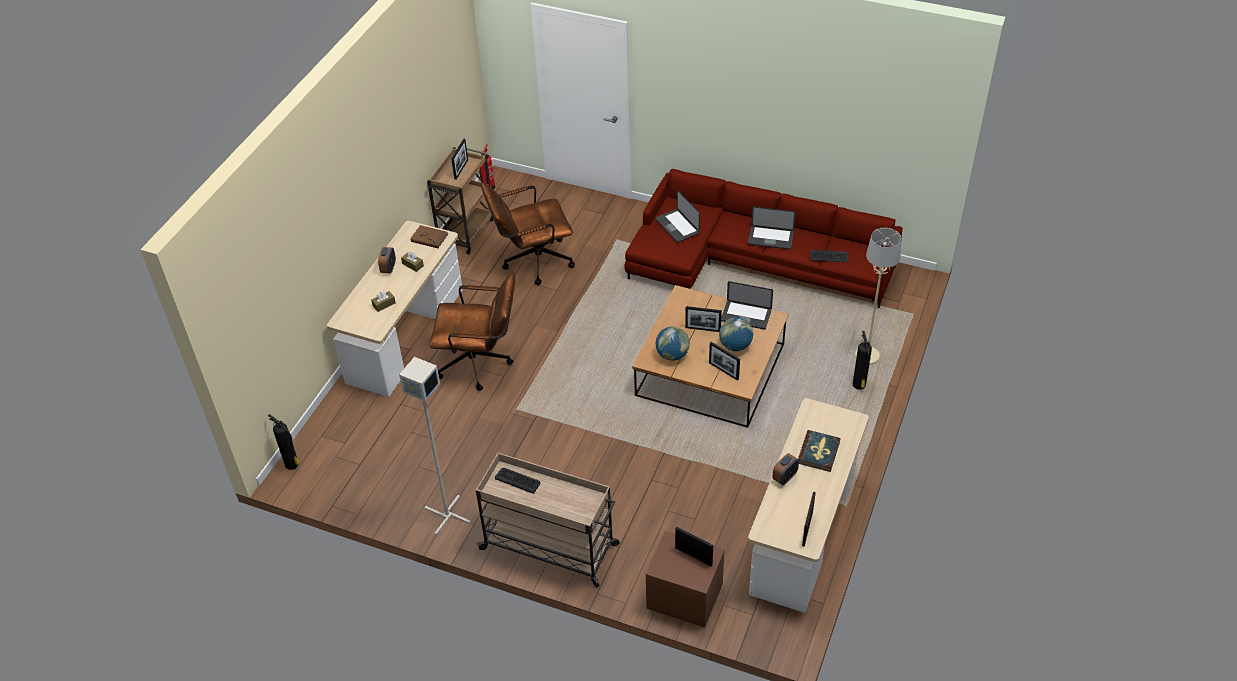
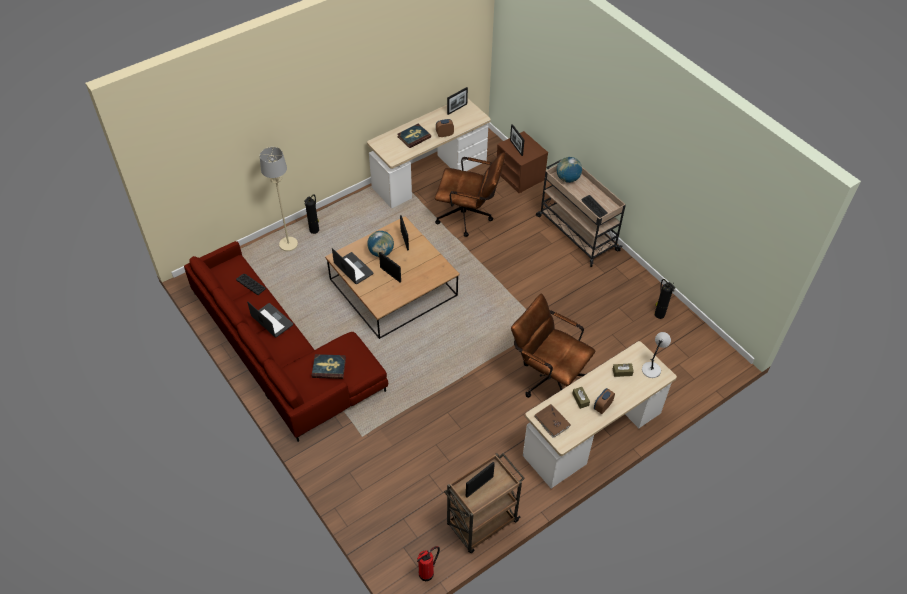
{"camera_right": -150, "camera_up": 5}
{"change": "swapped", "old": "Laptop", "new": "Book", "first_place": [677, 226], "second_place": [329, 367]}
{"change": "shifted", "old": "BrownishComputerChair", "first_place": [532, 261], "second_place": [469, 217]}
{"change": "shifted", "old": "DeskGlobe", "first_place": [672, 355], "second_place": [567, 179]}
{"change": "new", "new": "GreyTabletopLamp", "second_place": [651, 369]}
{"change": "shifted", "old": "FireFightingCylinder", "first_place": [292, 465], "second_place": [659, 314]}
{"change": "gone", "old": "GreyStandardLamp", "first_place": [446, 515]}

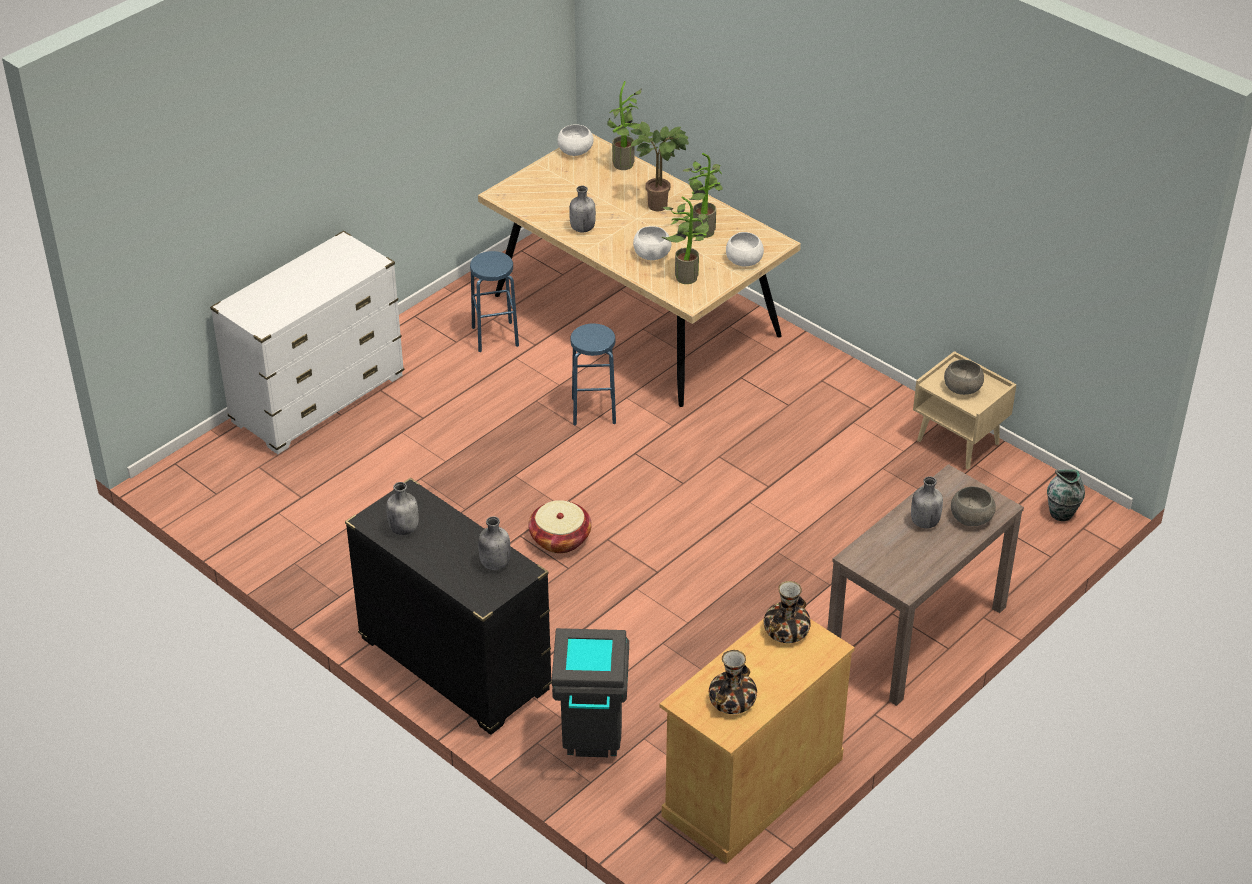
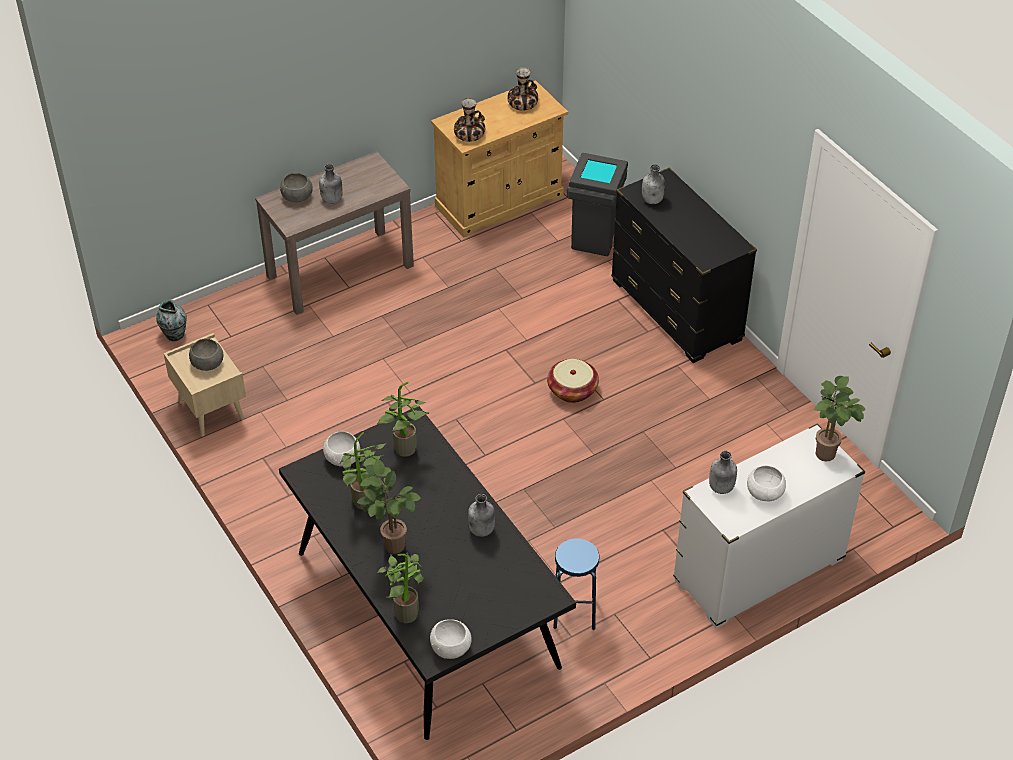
{"camera_right": -165, "camera_up": 5}
{"change": "repainted", "old": "BeigeColouredDinnerTable", "new": "BlackDinnerTable", "first_place": [635, 315], "second_place": [428, 609]}
{"change": "shifted", "old": "GreyBottle", "first_place": [404, 528], "second_place": [721, 488]}
{"change": "shifted", "old": "WhiteDeepDish", "first_place": [651, 254], "second_place": [765, 492]}
{"change": "new", "new": "Houseplant", "second_place": [827, 456]}
{"change": "gone", "old": "BluishStool", "first_place": [593, 411]}

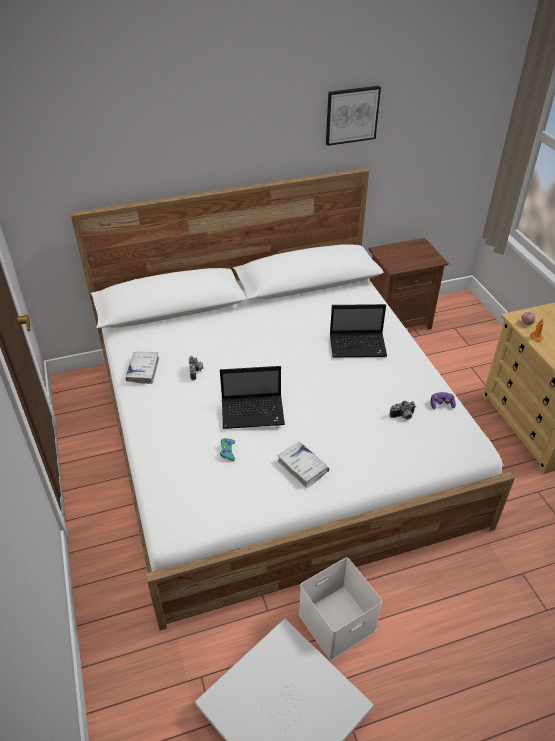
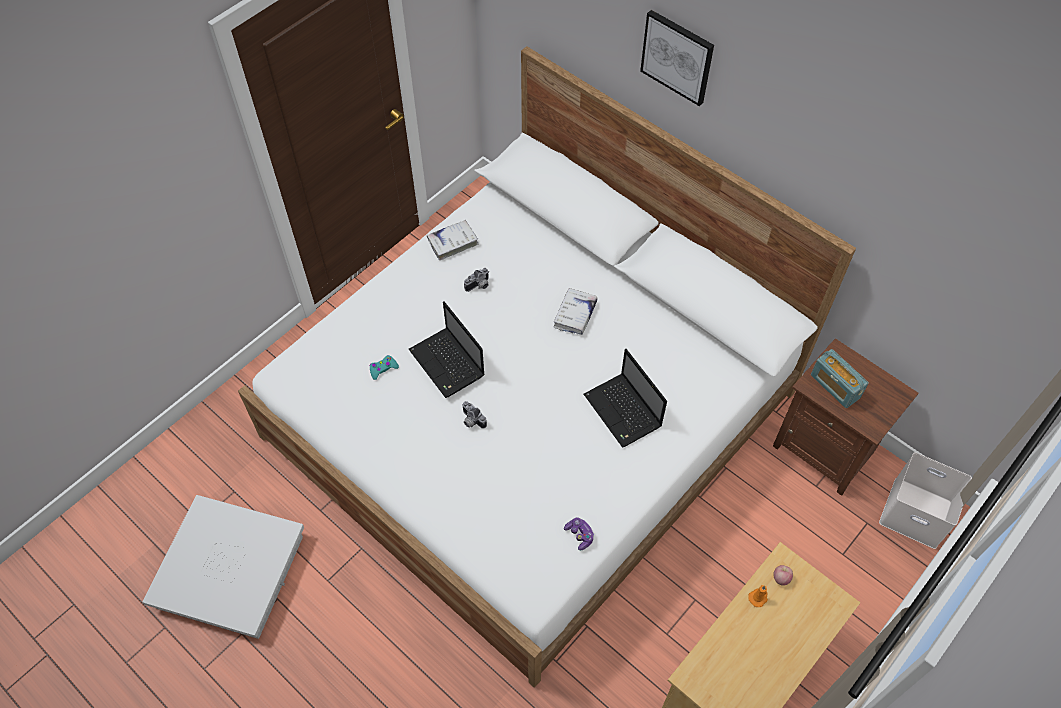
{"camera_right": 60, "camera_up": 15}
{"change": "shifted", "old": "StillCamera", "first_place": [403, 416], "second_place": [471, 421]}
{"change": "shifted", "old": "WhiteBook", "first_place": [303, 467], "second_place": [575, 315]}
{"change": "shifted", "old": "WallArt", "first_place": [351, 115], "second_place": [677, 57]}
{"change": "new", "new": "RadioSet", "second_place": [835, 386]}
{"change": "shifted", "old": "WhiteStorageContainer", "first_place": [336, 623], "second_place": [913, 513]}

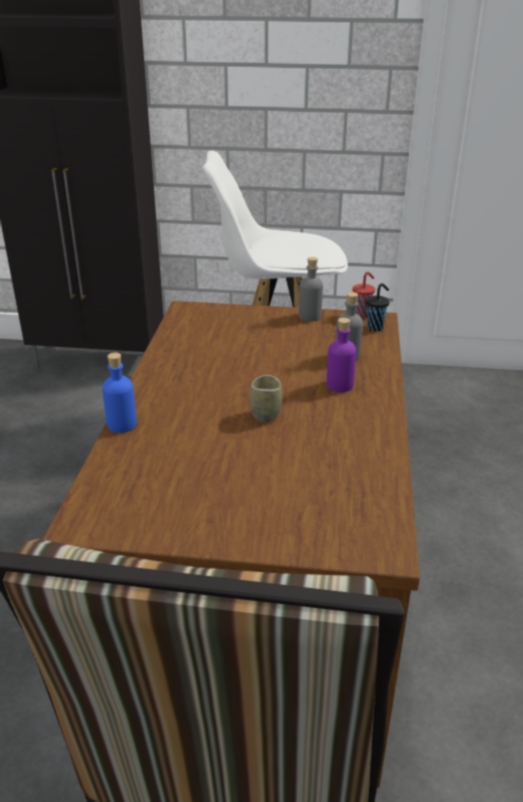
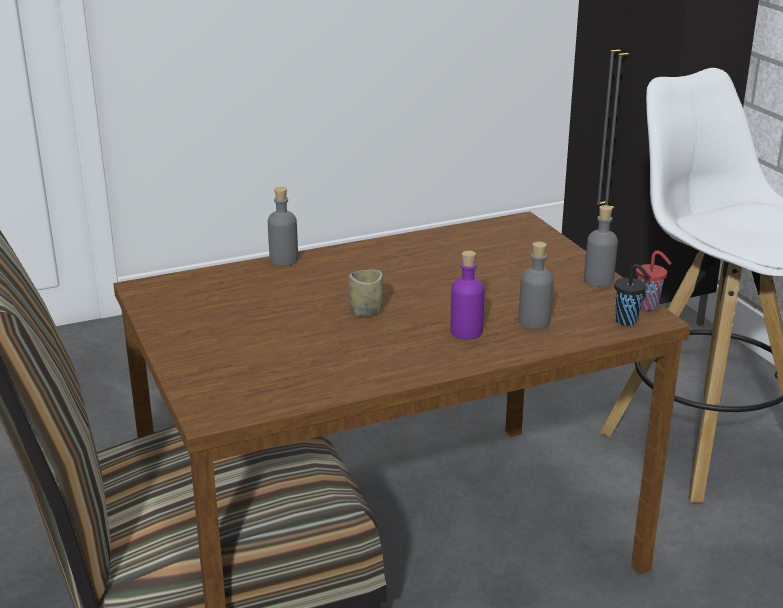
{"camera_right": 60, "camera_up": -5}
{"change": "repainted", "old": "BluishBottle", "new": "GreyBottle", "first_place": [122, 424], "second_place": [284, 260]}

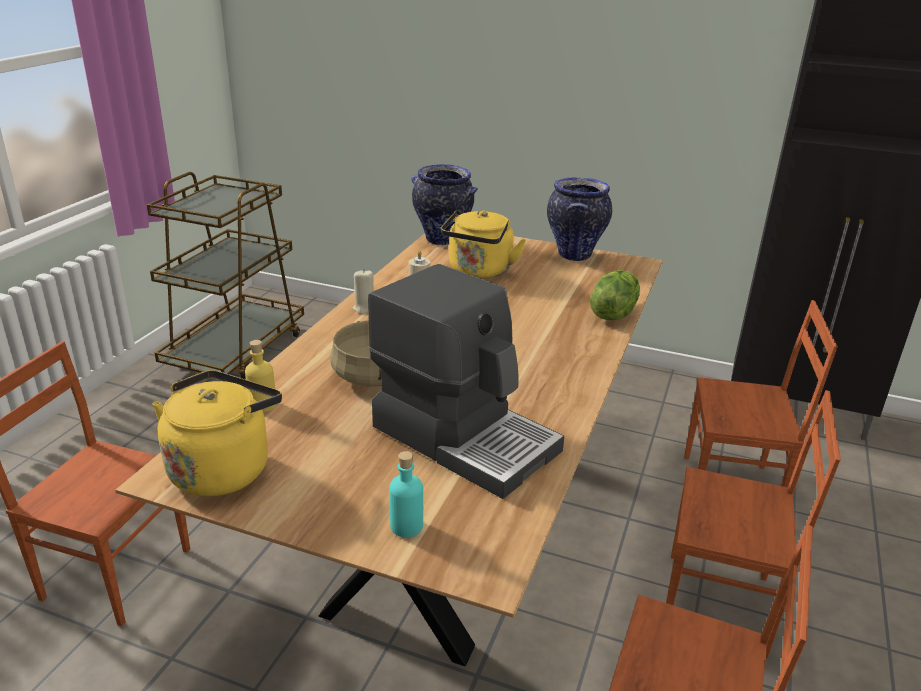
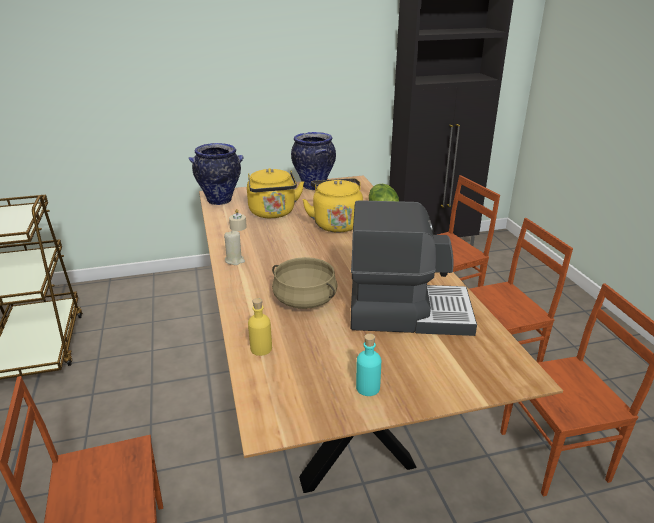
{"camera_right": -35, "camera_up": 0}
{"change": "shifted", "old": "YellowWaterKettle", "first_place": [223, 468], "second_place": [336, 223]}
{"change": "shifted", "old": "BlueGreenBottle", "first_place": [406, 526], "second_place": [367, 388]}

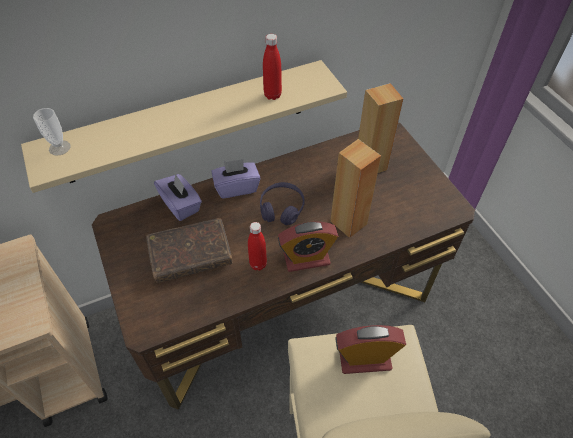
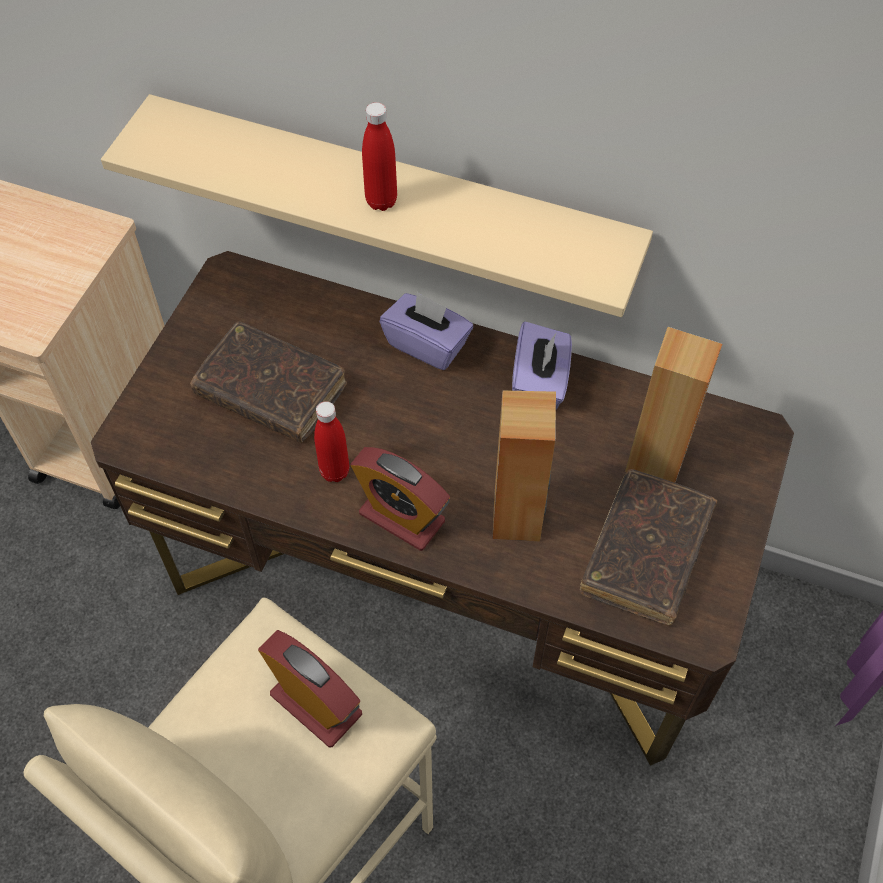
{"camera_right": 45, "camera_up": 5}
{"change": "shifted", "old": "RedBottle", "first_place": [272, 95], "second_place": [381, 201]}
{"change": "shifted", "old": "PurpleTissueBox", "first_place": [181, 205], "second_place": [540, 383]}
{"change": "new", "new": "BrownishBook", "second_place": [646, 554]}
{"change": "gone", "old": "SmallCup", "first_place": [59, 148]}
{"change": "gone", "old": "PurplePairOfHeadphones", "first_place": [282, 208]}

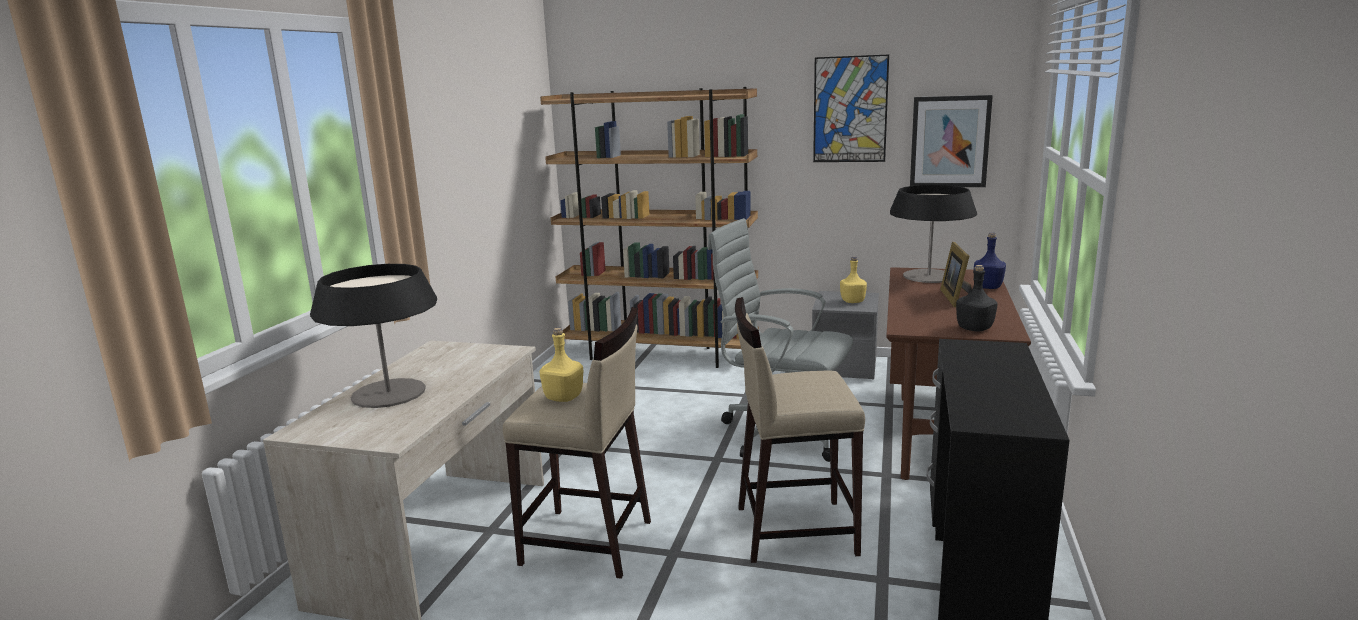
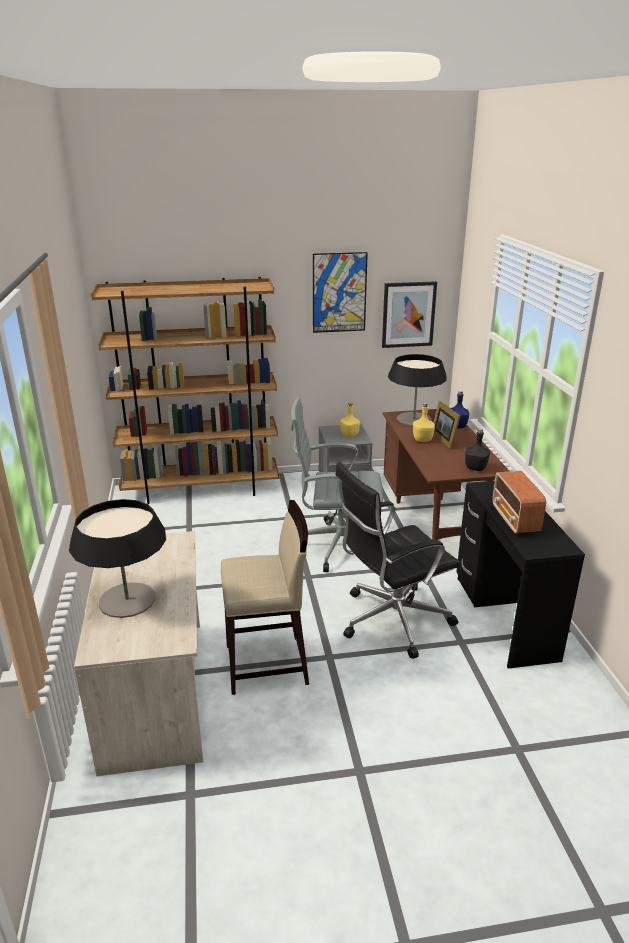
{"camera_right": -25, "camera_up": 10}
{"change": "swapped", "old": "BeigeColouredStool", "new": "BlackComputerChair", "first_place": [794, 529], "second_place": [391, 620]}
{"change": "shifted", "old": "YellowBottle", "first_place": [564, 397], "second_place": [422, 439]}
{"change": "new", "new": "RadioSet", "second_place": [515, 520]}

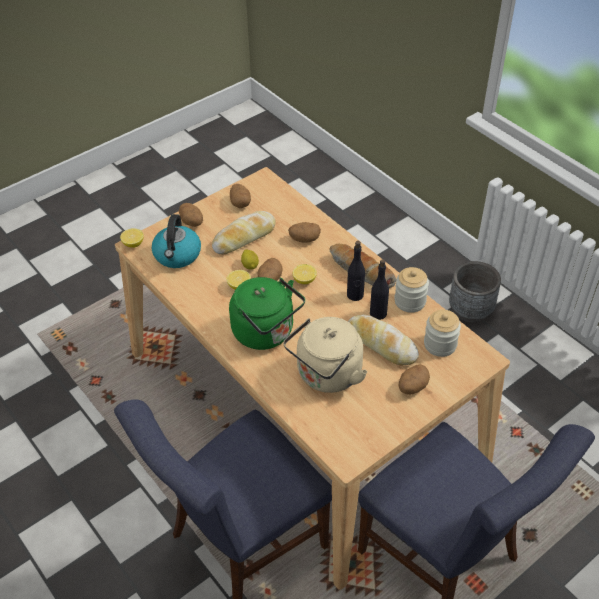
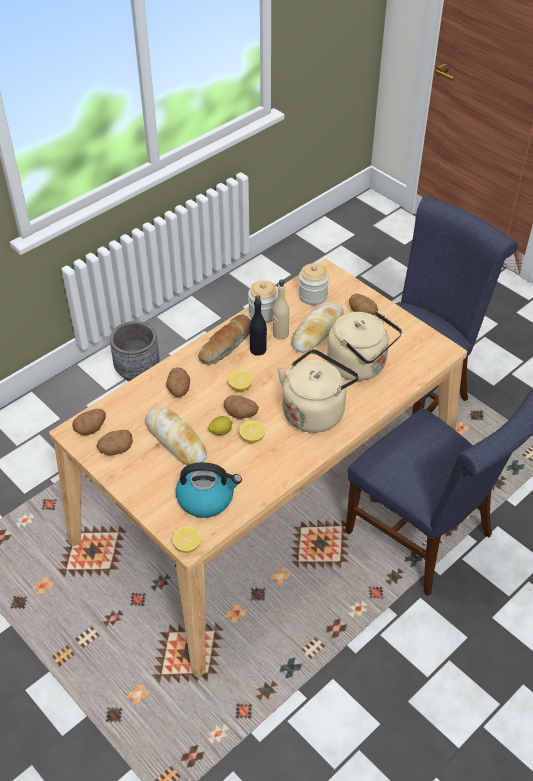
{"camera_right": -95, "camera_up": 0}
{"change": "shifted", "old": "WholePotato", "first_place": [192, 222], "second_place": [91, 428]}
{"change": "repainted", "old": "BlackBottle", "new": "BeigeColouredBottle", "first_place": [378, 313], "second_place": [280, 334]}
{"change": "repainted", "old": "GreenishWaterKettle", "new": "BeigeColouredWaterKettle", "first_place": [266, 333], "second_place": [315, 411]}

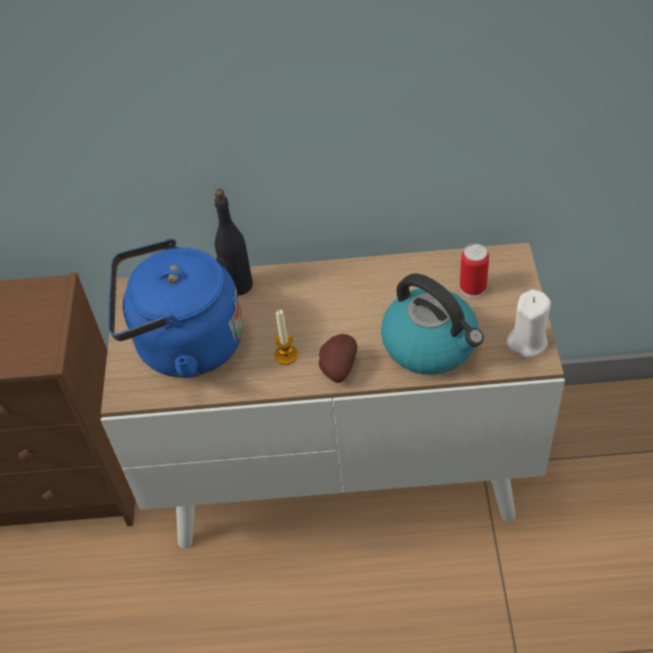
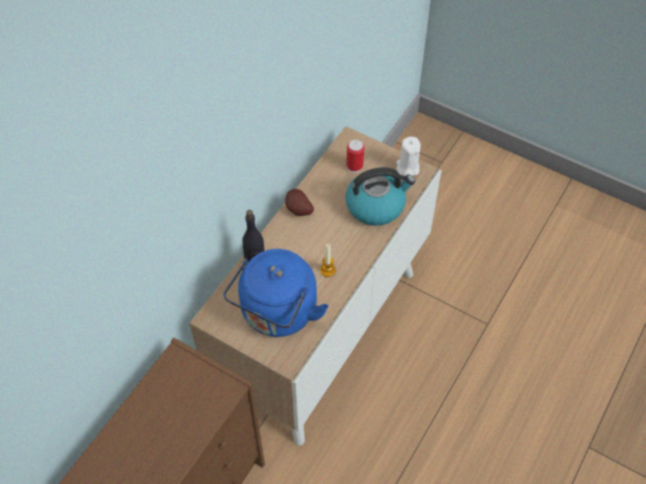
{"camera_right": -60, "camera_up": 5}
{"change": "shifted", "old": "WholePotato", "first_place": [337, 368], "second_place": [298, 210]}

